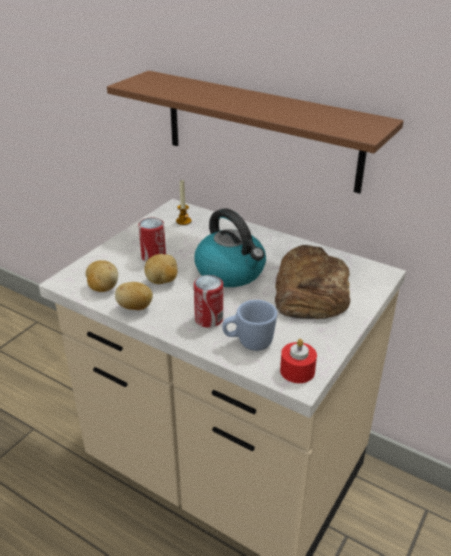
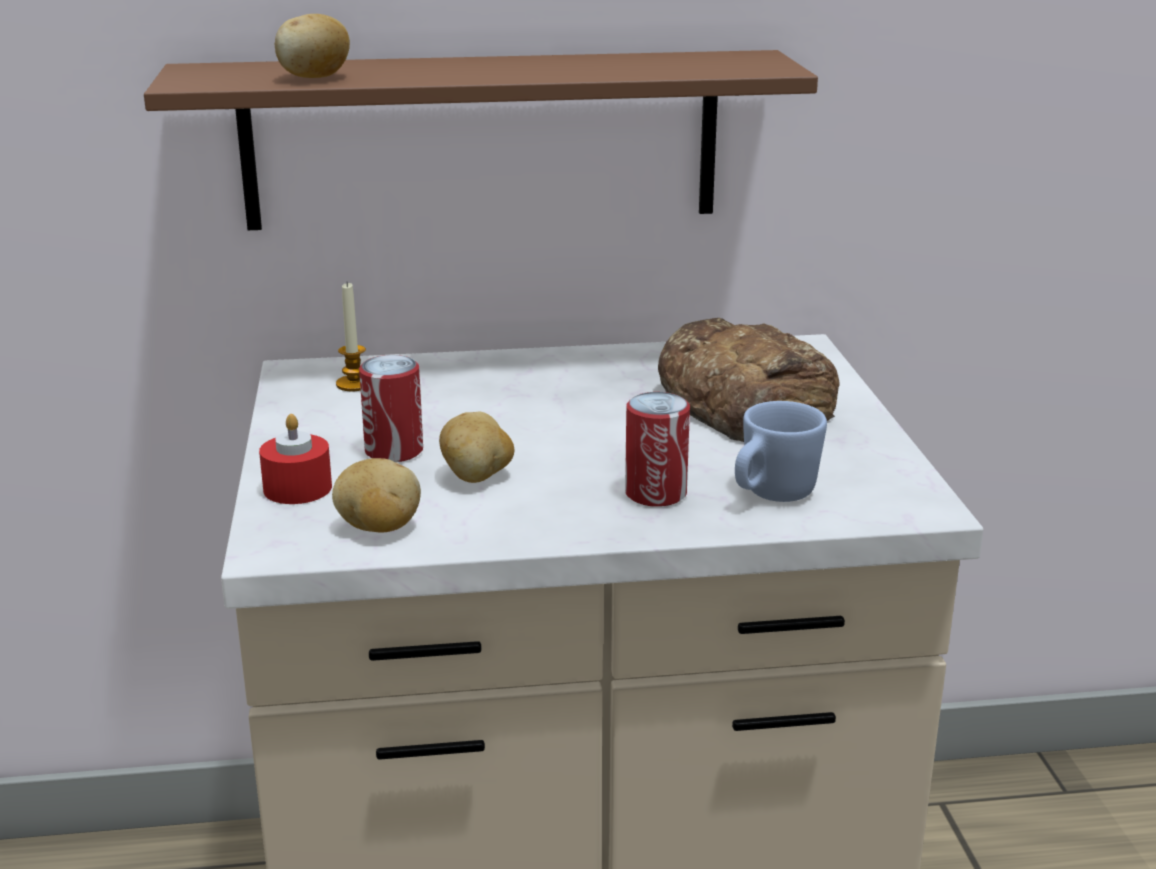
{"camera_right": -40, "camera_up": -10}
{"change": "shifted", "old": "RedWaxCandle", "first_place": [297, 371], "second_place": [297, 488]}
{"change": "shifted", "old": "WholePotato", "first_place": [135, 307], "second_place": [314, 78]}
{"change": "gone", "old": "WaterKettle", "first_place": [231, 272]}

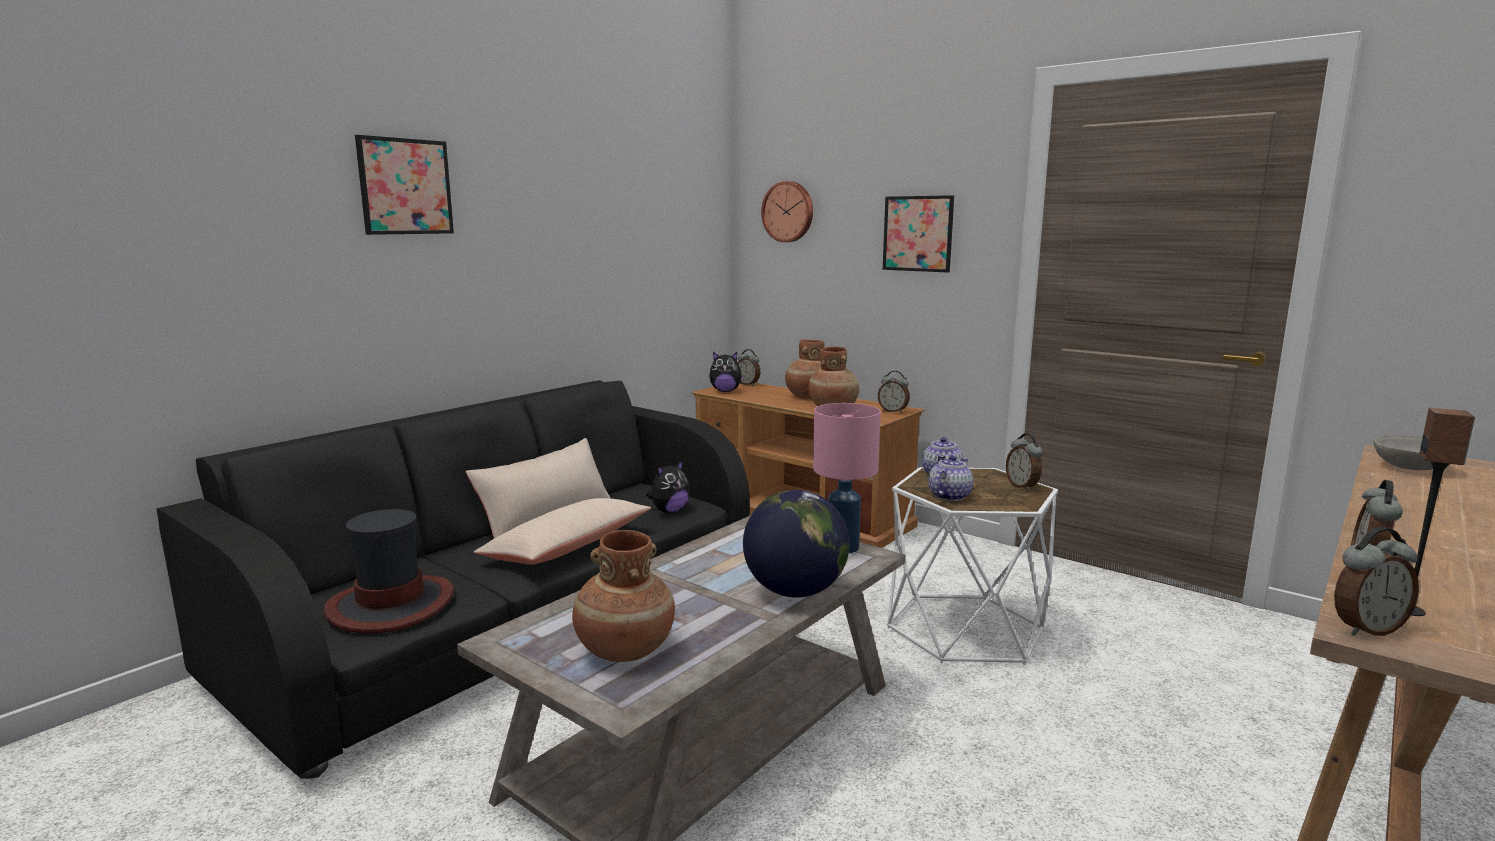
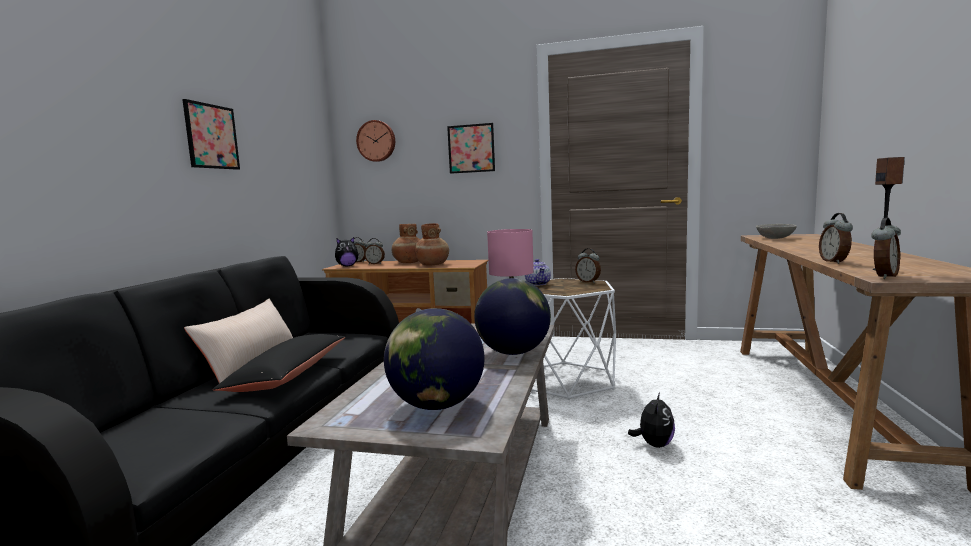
{"camera_right": -25, "camera_up": -5}
{"change": "shifted", "old": "WallArt", "first_place": [405, 186], "second_place": [211, 136]}
{"change": "repainted", "old": "BeigeColouredCushion", "new": "BlackCushion", "first_place": [568, 547], "second_place": [288, 375]}
{"change": "shifted", "old": "BedsideClock", "first_place": [893, 411], "second_place": [375, 264]}
{"change": "swapped", "old": "BrownishVase", "new": "DeskGlobe", "first_place": [624, 649], "second_place": [436, 405]}
{"change": "shifted", "old": "SoftToy", "first_place": [669, 511], "second_place": [654, 444]}
{"change": "gone", "old": "ClothingHat", "first_place": [391, 605]}
{"change": "gone", "old": "PotForTea", "first_place": [949, 496]}

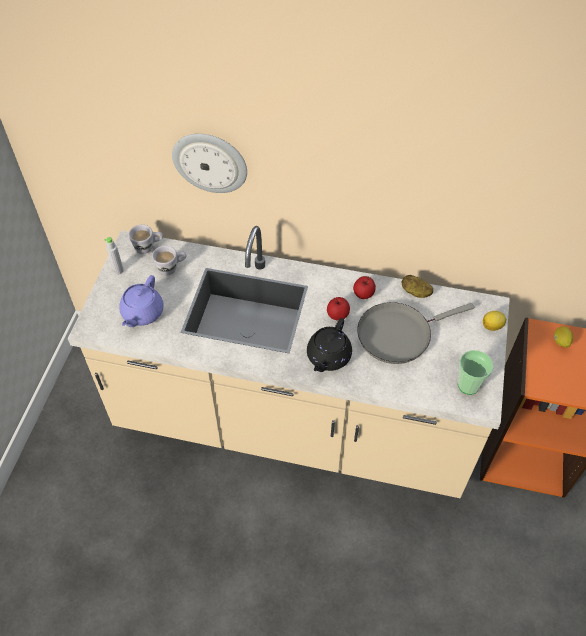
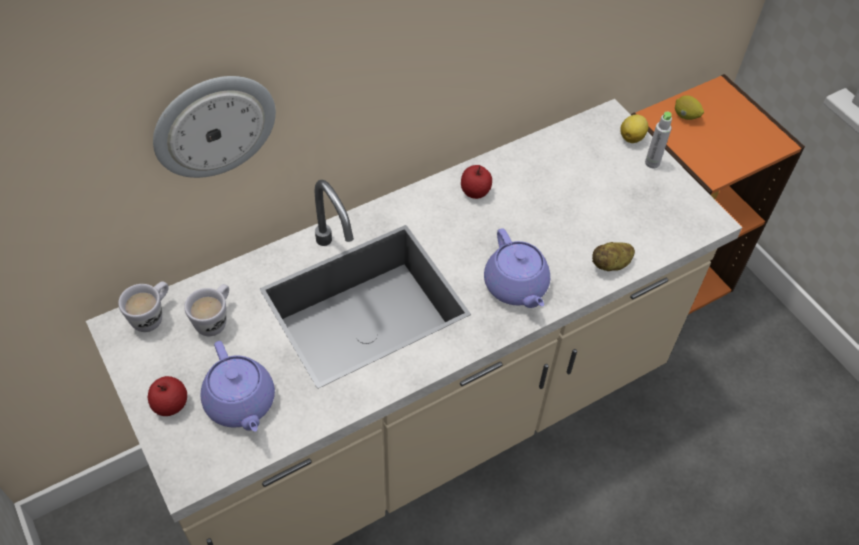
{"camera_right": -45, "camera_up": 0}
{"change": "shifted", "old": "Apple", "first_place": [337, 315], "second_place": [170, 404]}
{"change": "repainted", "old": "BlackPotForTea", "new": "PurplePotForTea", "first_place": [328, 357], "second_place": [516, 286]}
{"change": "shifted", "old": "WholePotato", "first_place": [415, 292], "second_place": [611, 264]}
{"change": "shifted", "old": "GreyBottle", "first_place": [118, 270], "second_place": [652, 163]}
{"change": "gone", "old": "GreyPan", "first_place": [398, 334]}
{"change": "gone", "old": "SmallCup", "first_place": [468, 385]}

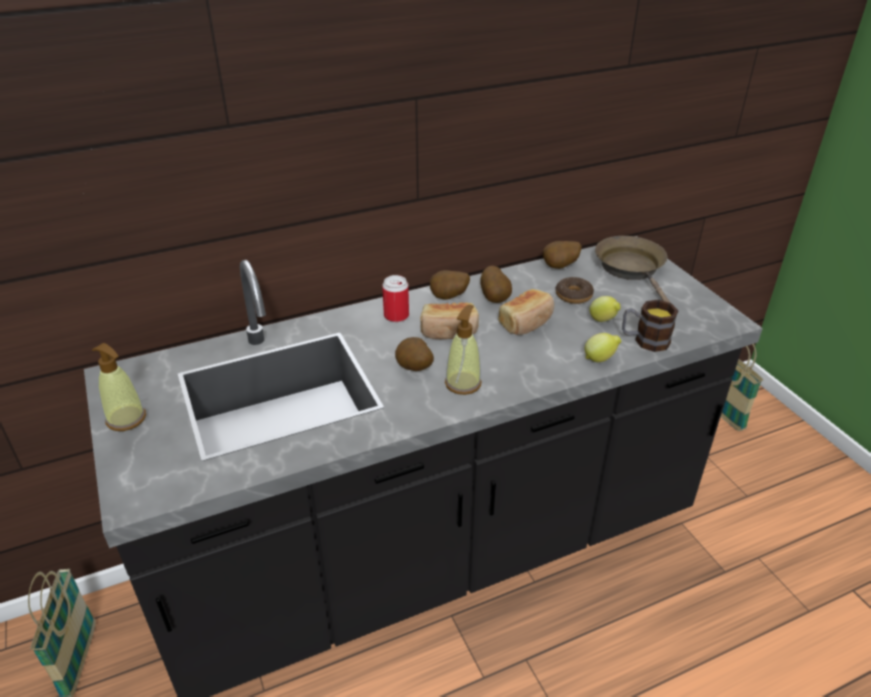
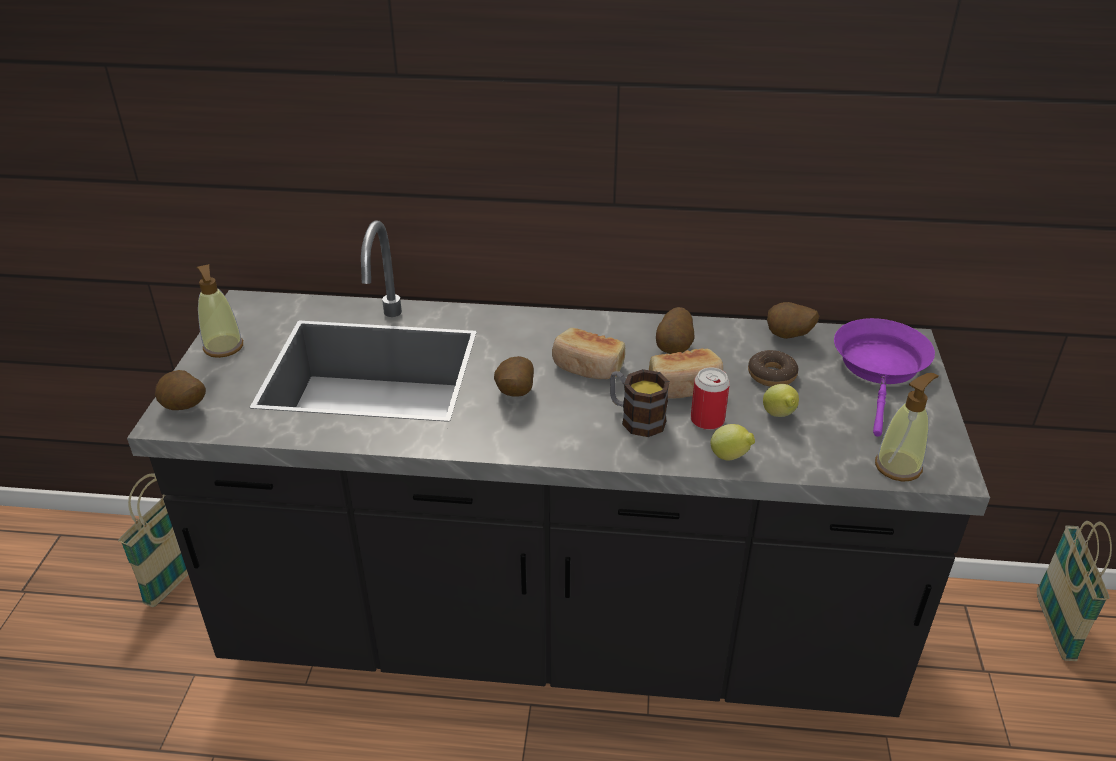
{"camera_right": 30, "camera_up": 0}
{"change": "shifted", "old": "WholePotato", "first_place": [449, 298], "second_place": [184, 409]}
{"change": "shifted", "old": "Mug", "first_place": [644, 340], "second_place": [635, 418]}
{"change": "shifted", "old": "SealedCan", "first_place": [396, 316], "second_place": [707, 420]}
{"change": "repainted", "old": "BrownishPan", "new": "PurplePan", "first_place": [632, 269], "second_place": [880, 368]}
{"change": "shifted", "old": "SoapBottle", "first_place": [463, 383], "second_place": [898, 466]}

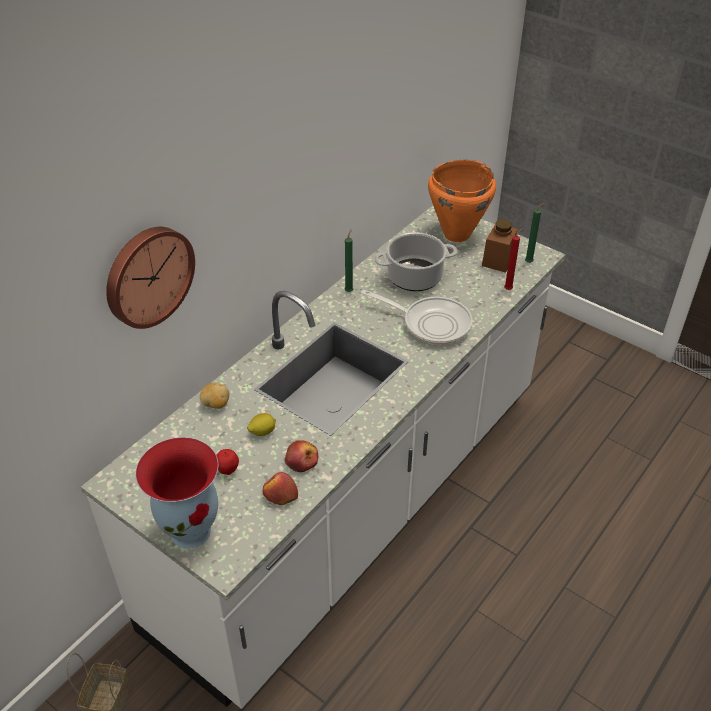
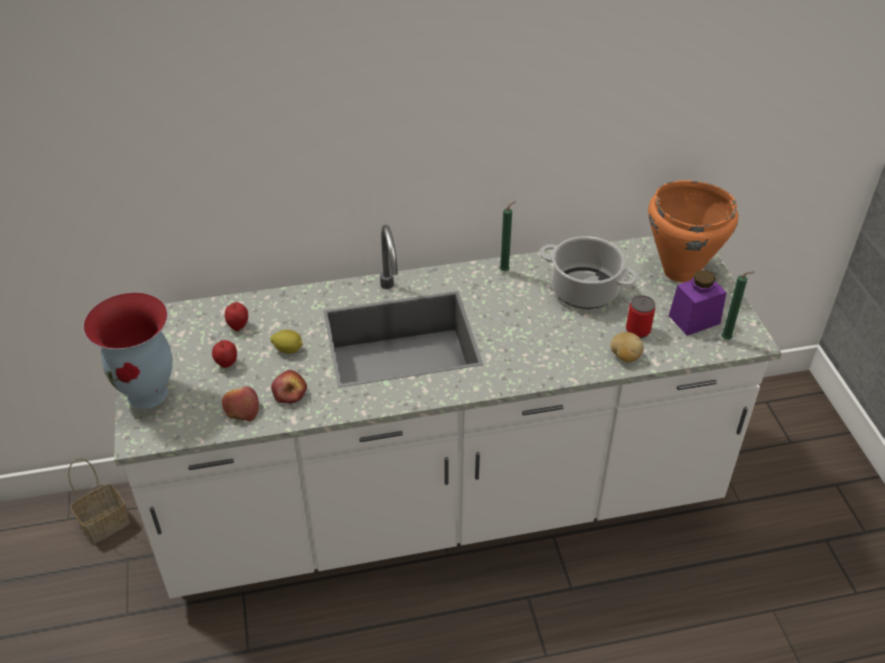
{"camera_right": 40, "camera_up": 0}
{"change": "new", "new": "Apple", "second_place": [238, 326]}
{"change": "shifted", "old": "WholePotato", "first_place": [216, 404], "second_place": [625, 356]}
{"change": "new", "new": "SealedCan", "second_place": [638, 330]}
{"change": "repainted", "old": "BrownishStorageJar", "new": "PurpleStorageJar", "first_place": [498, 260], "second_place": [694, 319]}
{"change": "gone", "old": "HangingClock", "first_place": [147, 275]}
{"change": "gone", "old": "Pan", "first_place": [431, 323]}
{"change": "gone", "old": "RedWaxCandle", "first_place": [509, 289]}

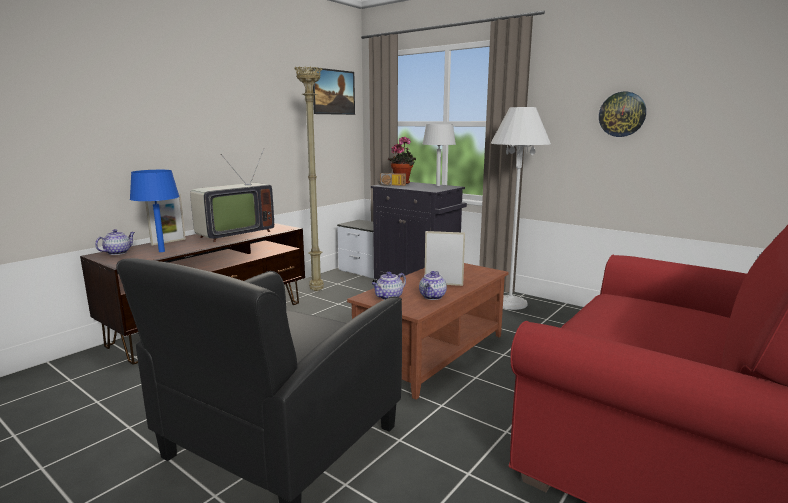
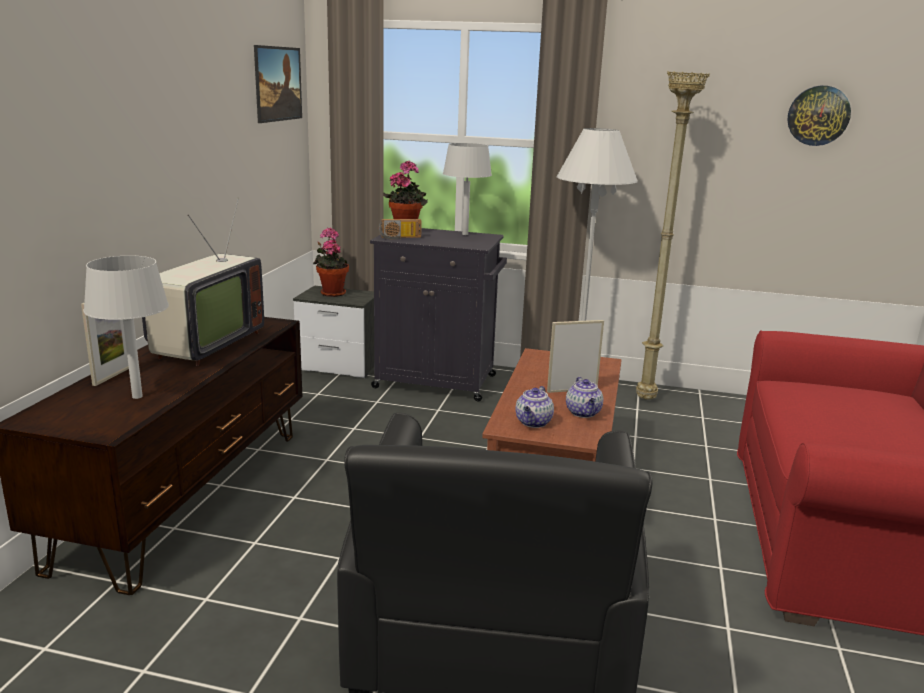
{"camera_right": -25, "camera_up": 5}
{"change": "repainted", "old": "BluishTabletopLamp", "new": "GreyTabletopLamp", "first_place": [162, 251], "second_place": [137, 396]}
{"change": "new", "new": "Houseplant", "second_place": [331, 293]}
{"change": "shifted", "old": "BeigeColouredStandardLamp", "first_place": [317, 291], "second_place": [646, 399]}
{"change": "shifted", "old": "HangingClock", "first_place": [622, 114], "second_place": [818, 115]}
{"change": "gone", "old": "PotForTea", "first_place": [118, 252]}

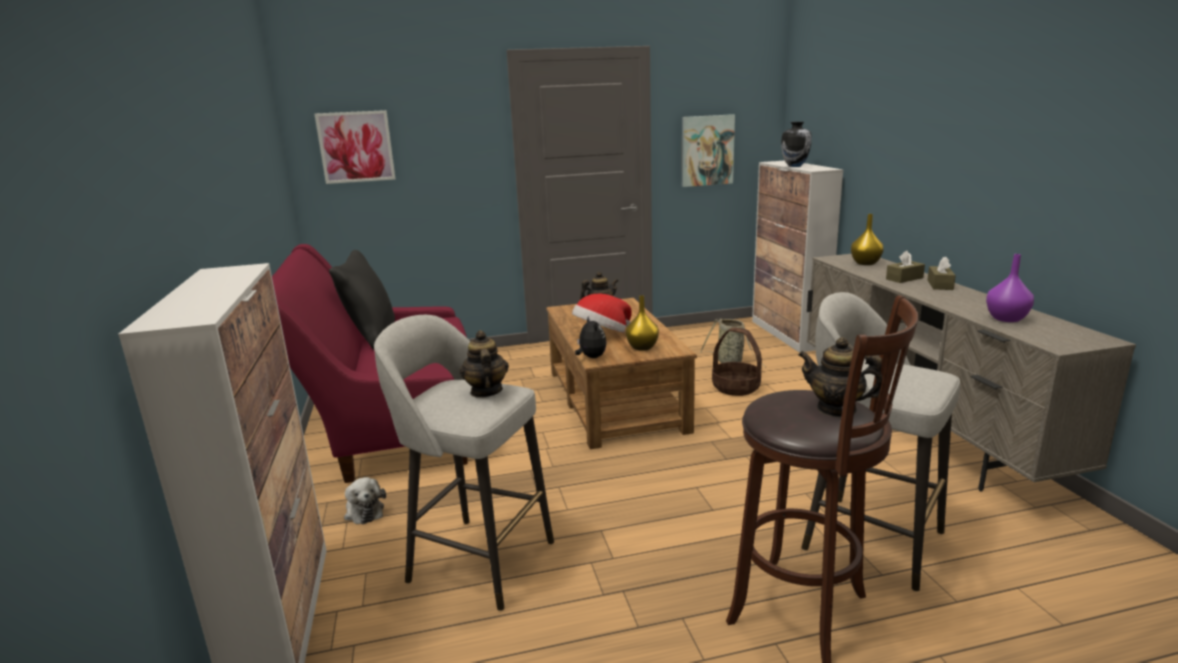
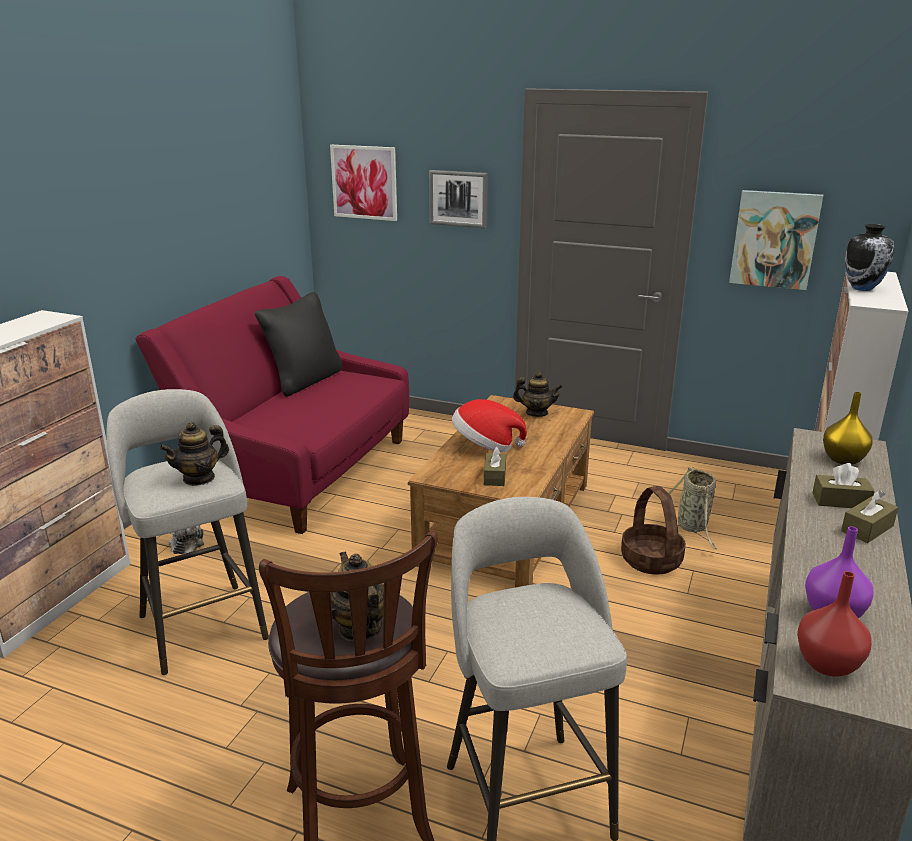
{"camera_right": 35, "camera_up": 5}
{"change": "rotated", "old": "PotForTea", "first_place": [486, 391], "second_place": [199, 478], "degrees": -150}
{"change": "new", "new": "WallArt", "second_place": [458, 198]}
{"change": "swapped", "old": "YellowVase", "new": "BrownishTissueBox", "first_place": [641, 347], "second_place": [494, 476]}
{"change": "new", "new": "RedVase", "second_place": [826, 664]}
{"change": "gone", "old": "SoftToy", "first_place": [591, 357]}

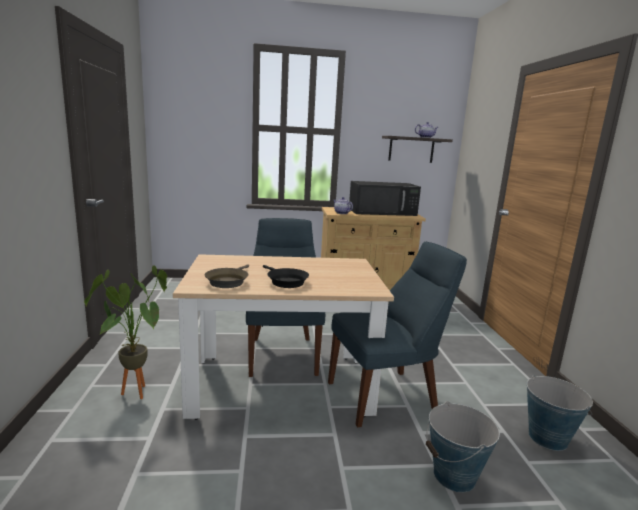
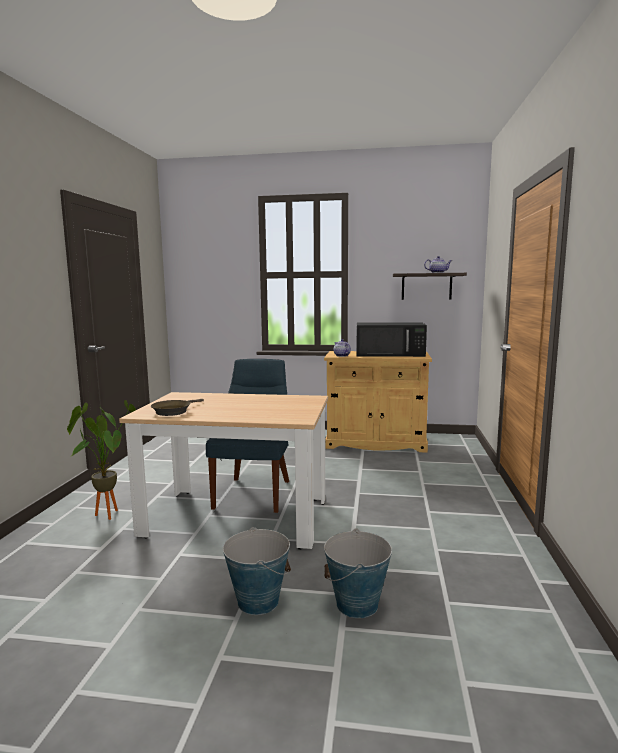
{"camera_right": 15, "camera_up": -5}
{"change": "shifted", "old": "Bucket", "first_place": [547, 438], "second_place": [258, 601]}
{"change": "gone", "old": "BlackPan", "first_place": [285, 281]}
{"change": "gone", "old": "BluishChair", "first_place": [386, 395]}

